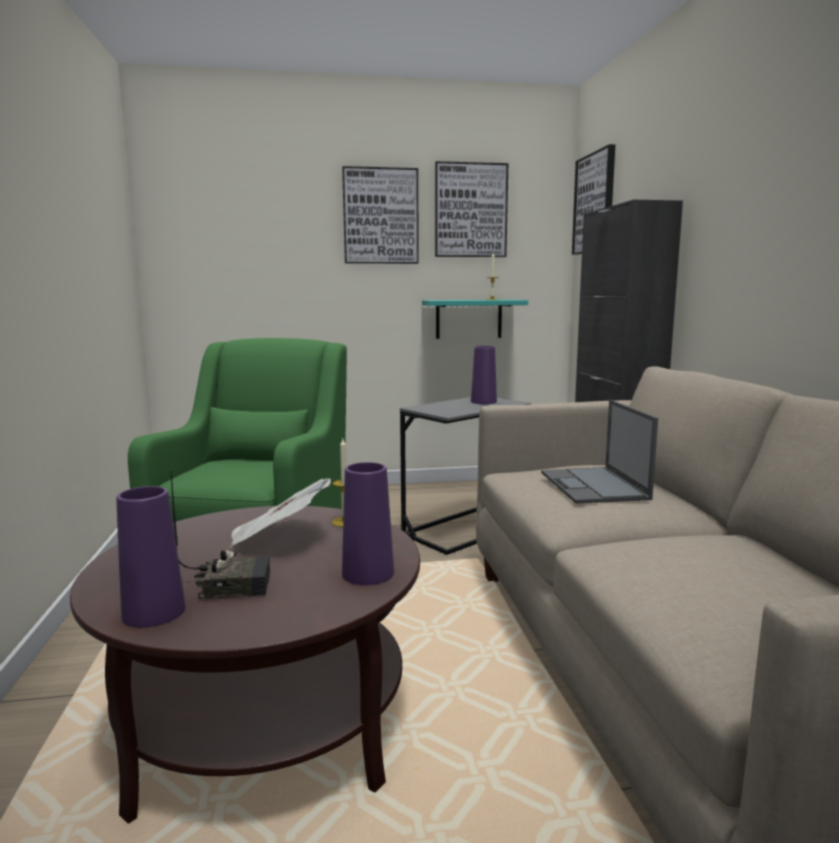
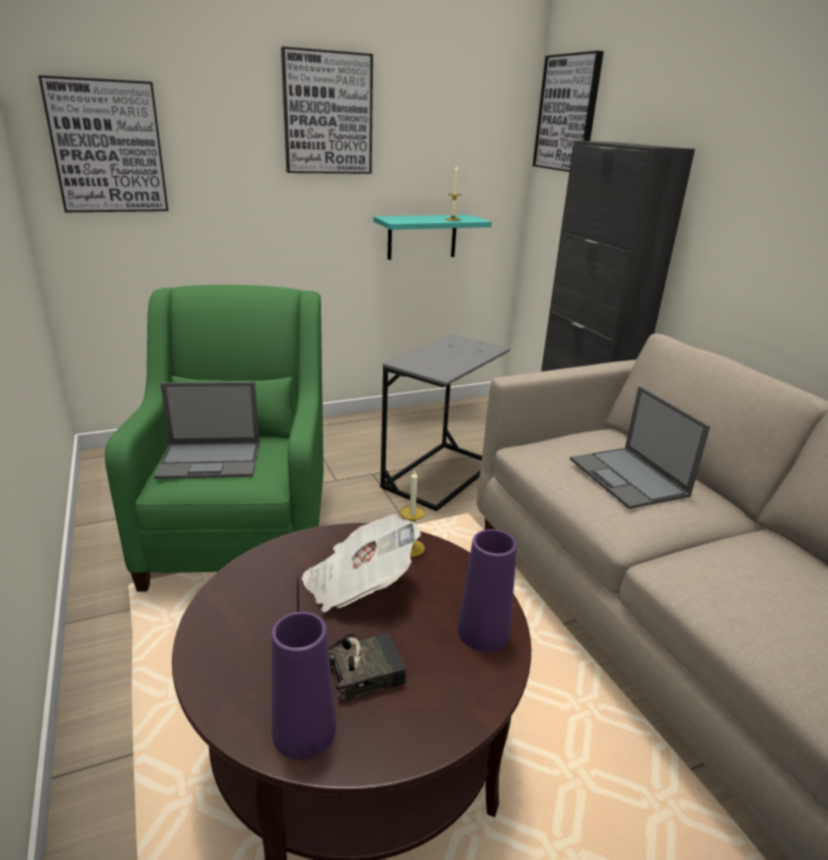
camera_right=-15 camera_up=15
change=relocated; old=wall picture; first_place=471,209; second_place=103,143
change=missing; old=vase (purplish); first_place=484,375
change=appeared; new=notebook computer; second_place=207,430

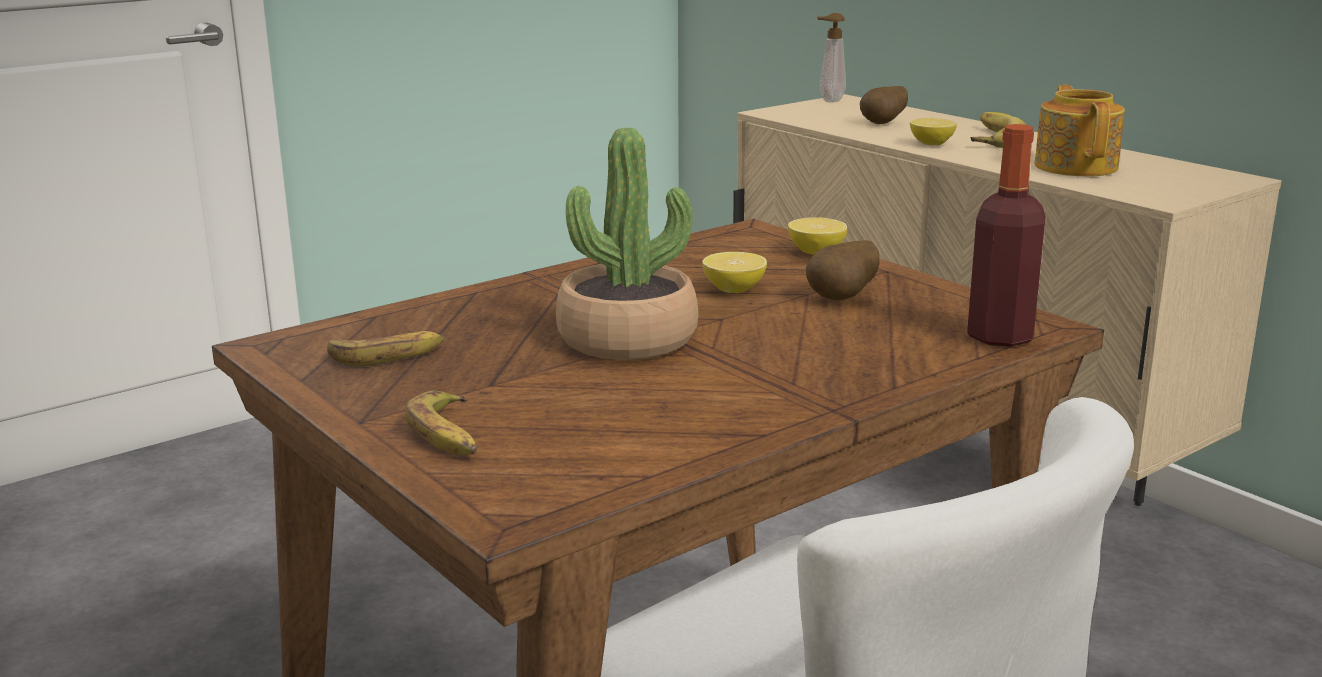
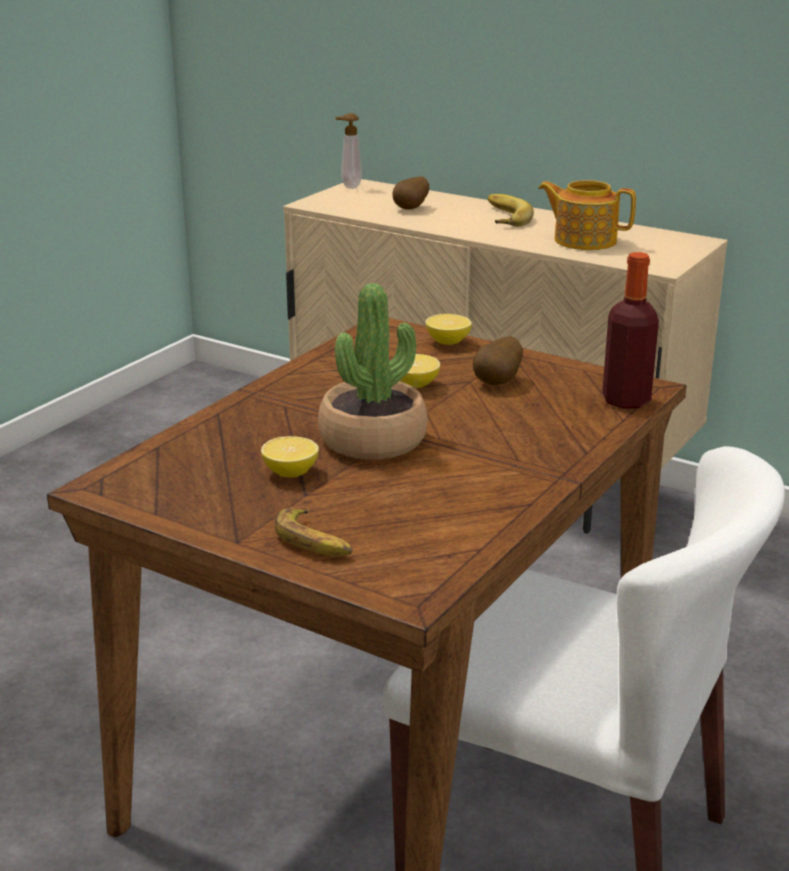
camera_right=-20 camera_up=5
change=missing; old=whole banana; first_place=385,349
change=relocated; old=lemon; first_place=933,131; second_place=290,456
change=spun; old=pot for tea; first_place=1079,130; second_place=587,215; degrees=-45

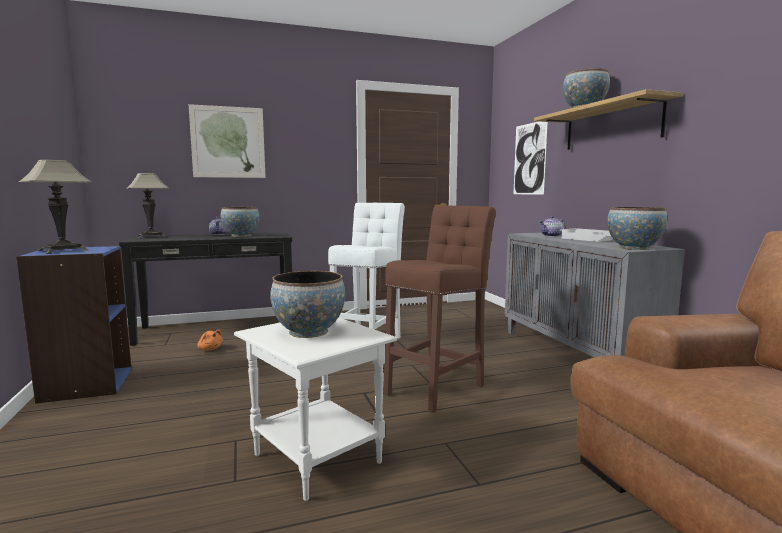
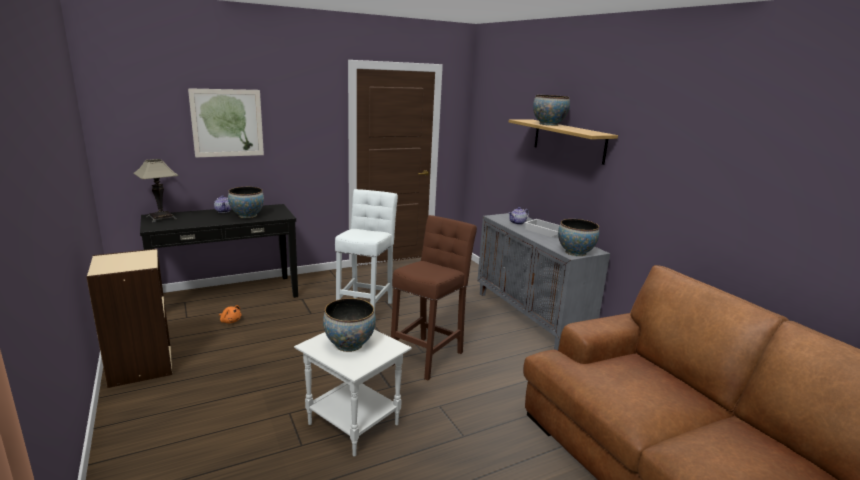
camera_right=-10 camera_up=10
change=colour; old=shelving unit (blue-coloured); new=shelving unit (beige); first_place=74,325; second_place=129,318
change=missing; old=tabletop lamp; first_place=55,206
change=missing; old=wall picture; first_place=530,158

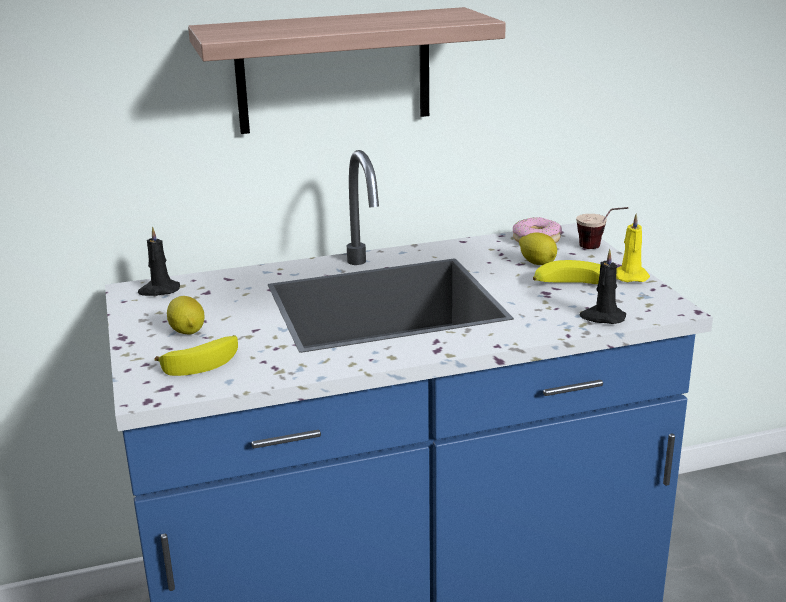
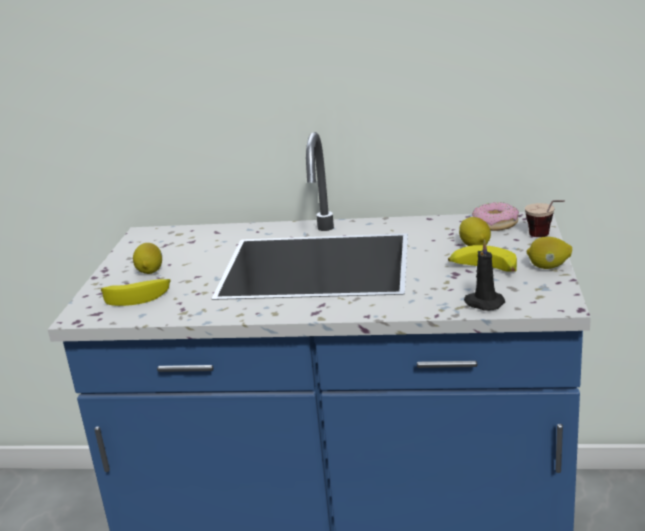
camera_right=25 camera_up=0
change=missing; old=candle (blackish); first_place=159,261
change=missing; old=wall shelf; first_place=347,70
change=exchanged; old=candle (yellowish); new=lemon; first_place=633,247; second_place=549,253

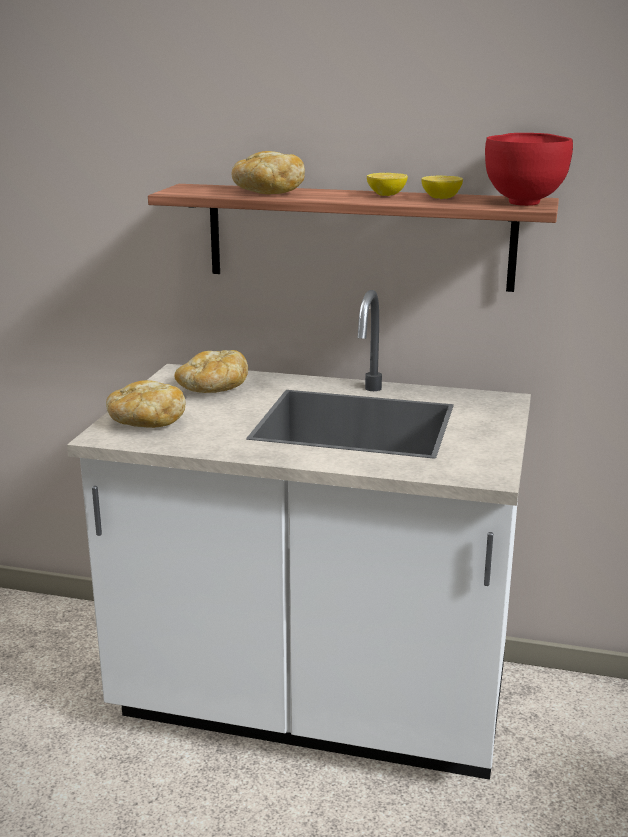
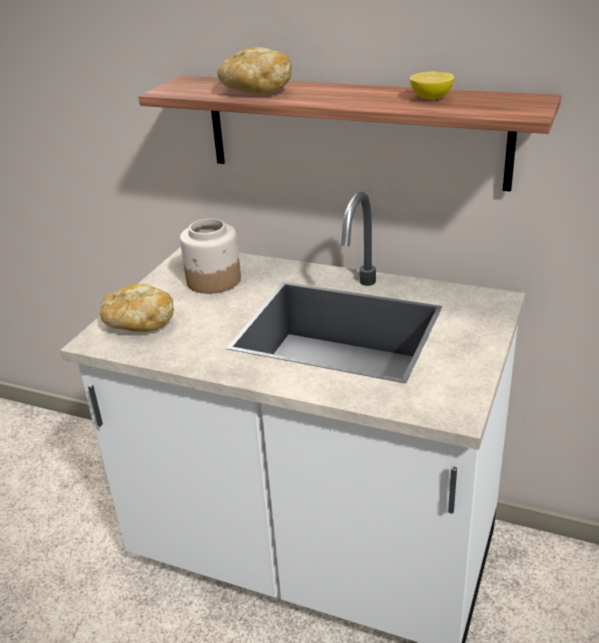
camera_right=10 camera_up=10
change=exchanged; old=baked bread; new=storage jar; first_place=211,371; second_place=210,256
change=missing; old=lemon; first_place=387,184
change=missing; old=serving bowl (reddish); first_place=529,169

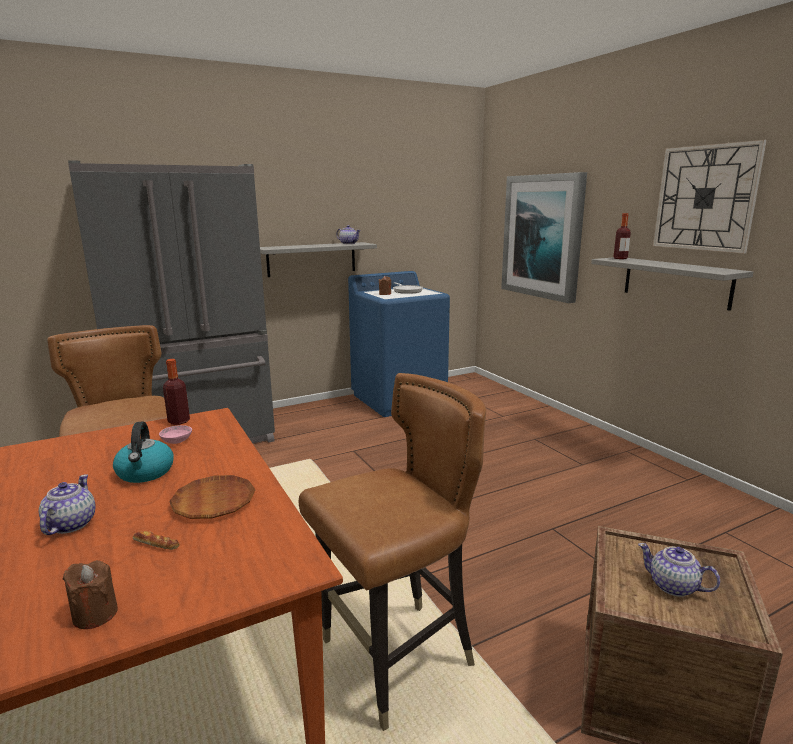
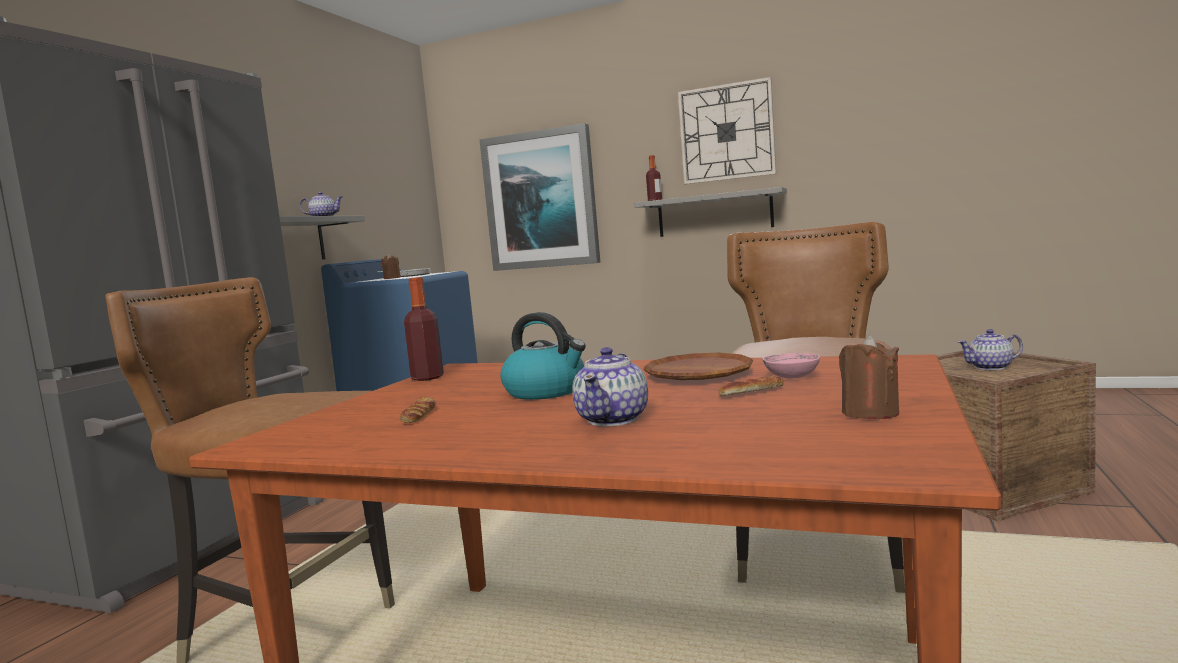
camera_right=-40 camera_up=-10
change=spun; old=pot for tea; first_place=67,504; second_place=610,386; degrees=-120
change=relocated; old=serving bowl (pink-coloured); first_place=175,434; second_place=791,365
change=appeared; new=baked bread; second_place=418,410

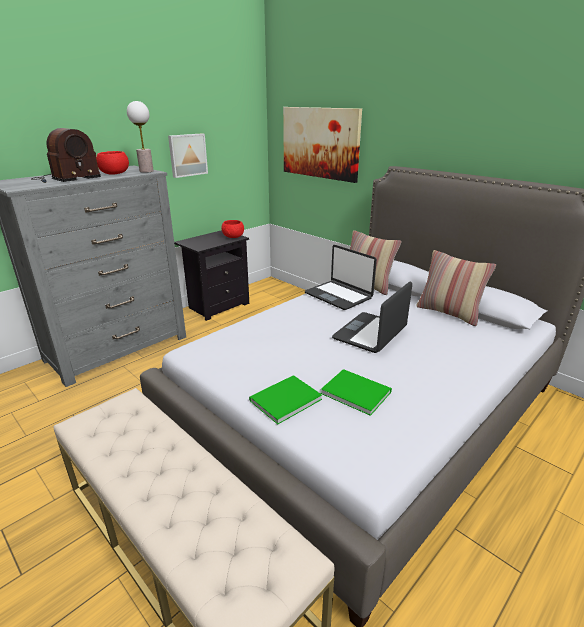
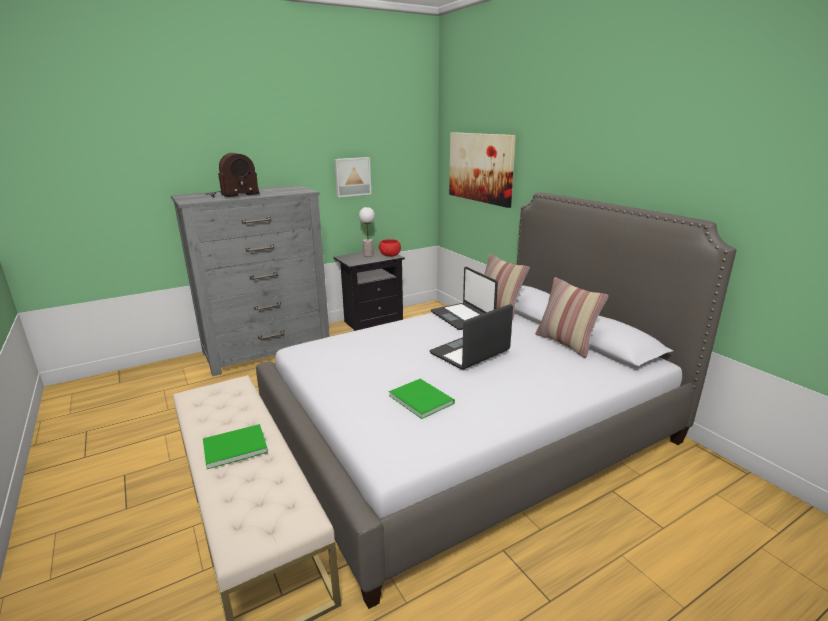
camera_right=15 camera_up=-5
change=missing; old=serving bowl (reddish); first_place=112,162
change=relocated; old=tabletop lamp; first_place=140,137; second_place=367,232
change=relocated; old=bound book (greenish); first_place=285,400; second_place=235,446

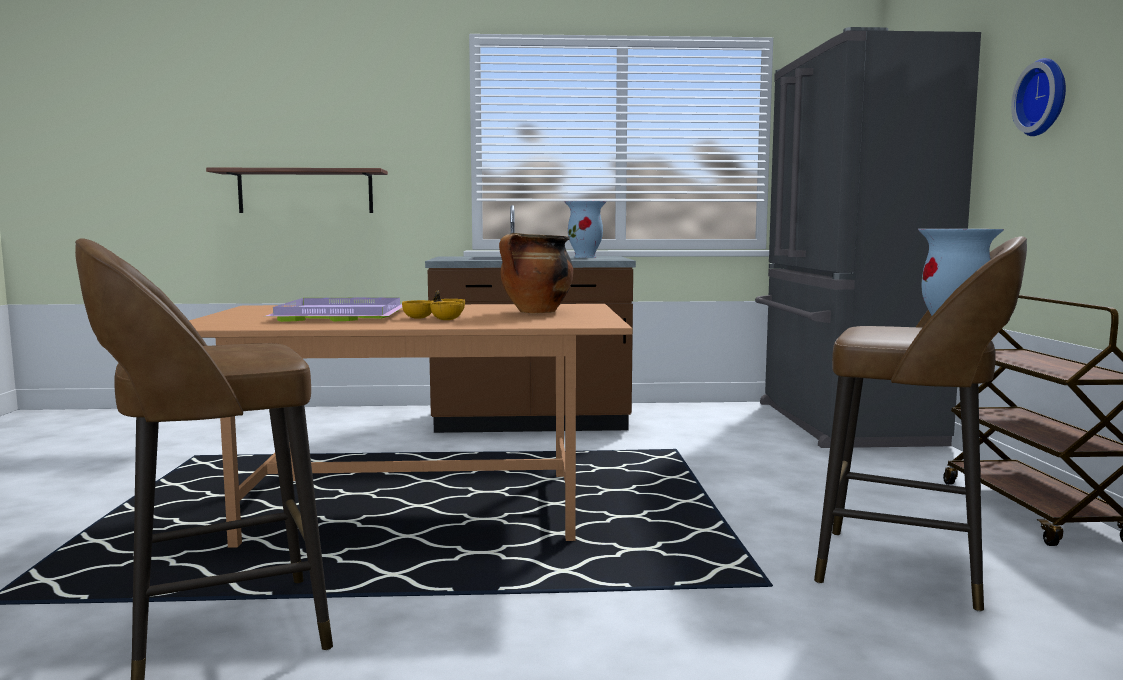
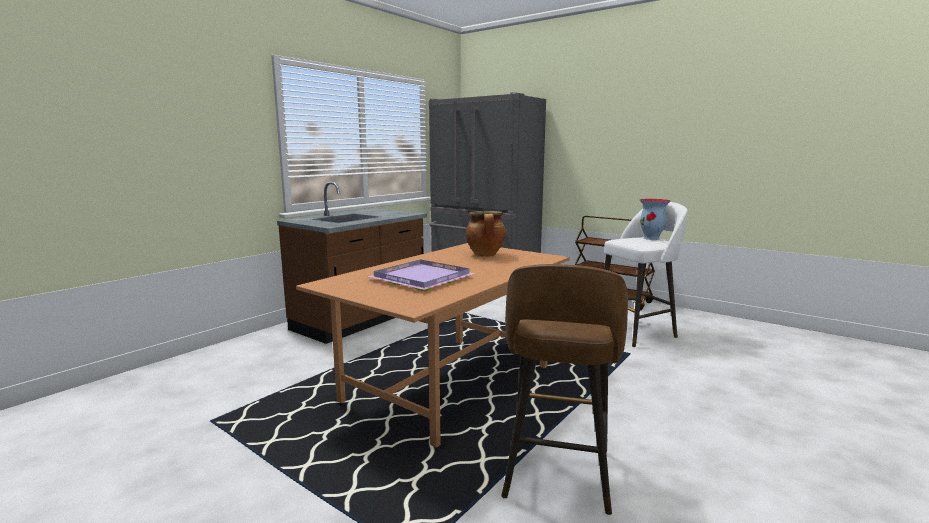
camera_right=-50 camera_up=5
change=missing; old=wall shelf; first_place=297,190
change=missing; old=serving bowl; first_place=433,305
change=missing; old=vase; first_place=585,229
change=colour; old=sitting stool (brown-coloured); new=sitting stool (white-coloured); first_place=920,424; second_place=646,274
change=missing; old=clock on the wall; first_place=1038,97

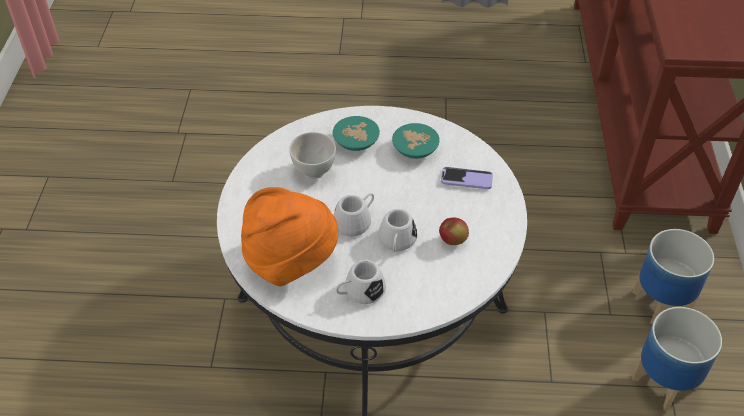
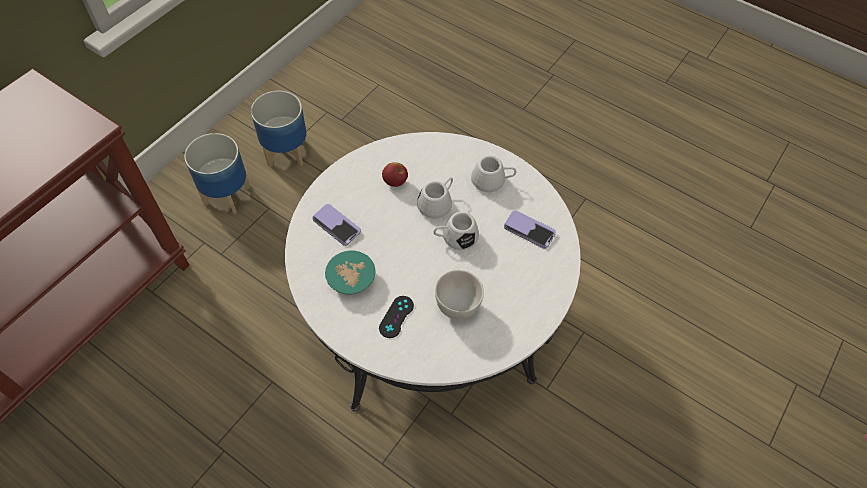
camera_right=-150 camera_up=10
change=exchanged; old=wearable hat (orange); new=handset; first_place=289,236; second_place=530,229
change=exchanged; old=serving bowl (blue-green); new=joypad (blackish); first_place=356,133; second_place=396,317

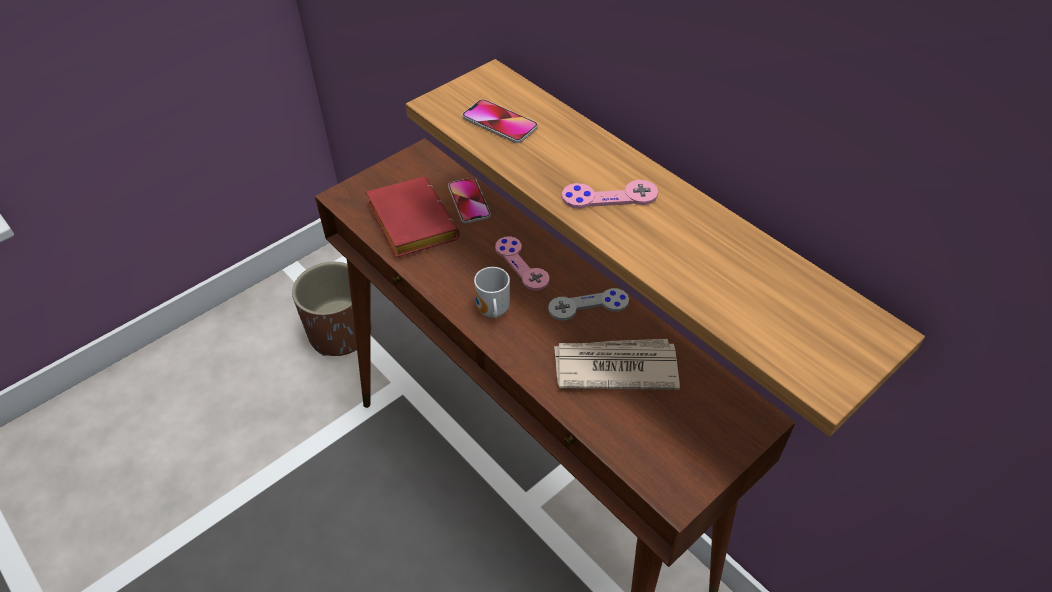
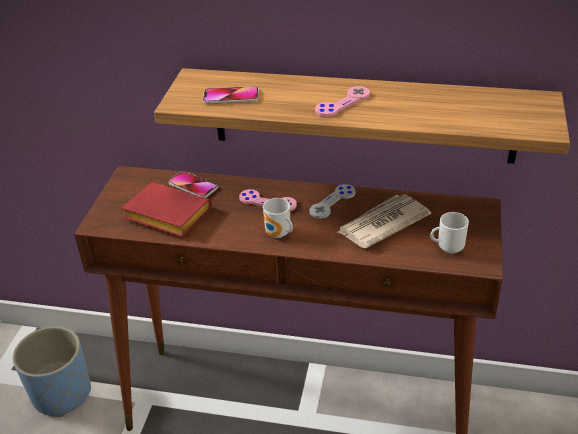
camera_right=-35 camera_up=-10
change=colour; old=planter (brown-coloured); new=planter (blue-coloured); first_place=331,309; second_place=52,371
change=appeared; new=mug; second_place=449,233

